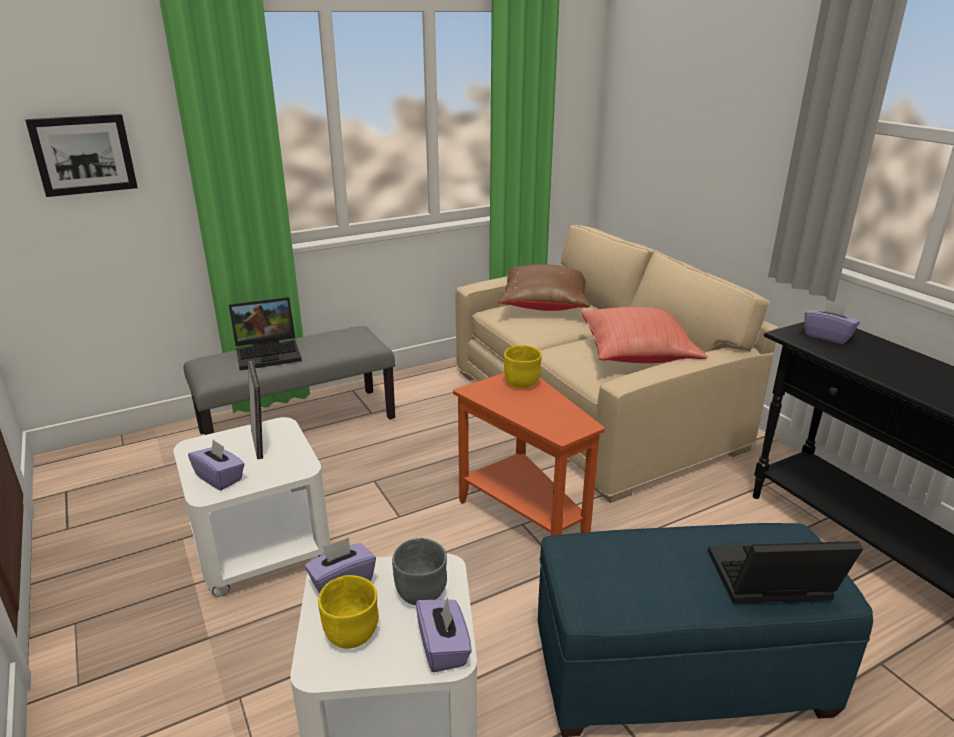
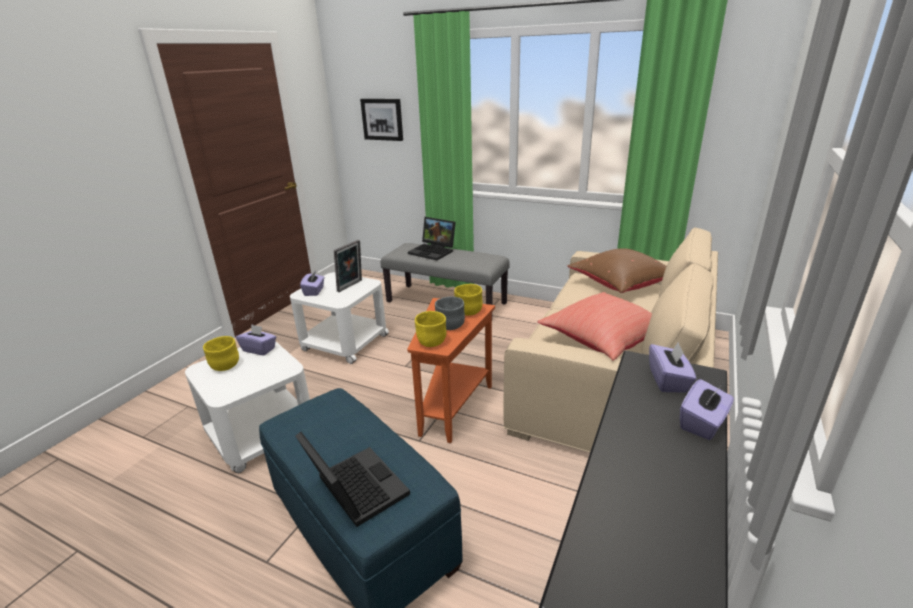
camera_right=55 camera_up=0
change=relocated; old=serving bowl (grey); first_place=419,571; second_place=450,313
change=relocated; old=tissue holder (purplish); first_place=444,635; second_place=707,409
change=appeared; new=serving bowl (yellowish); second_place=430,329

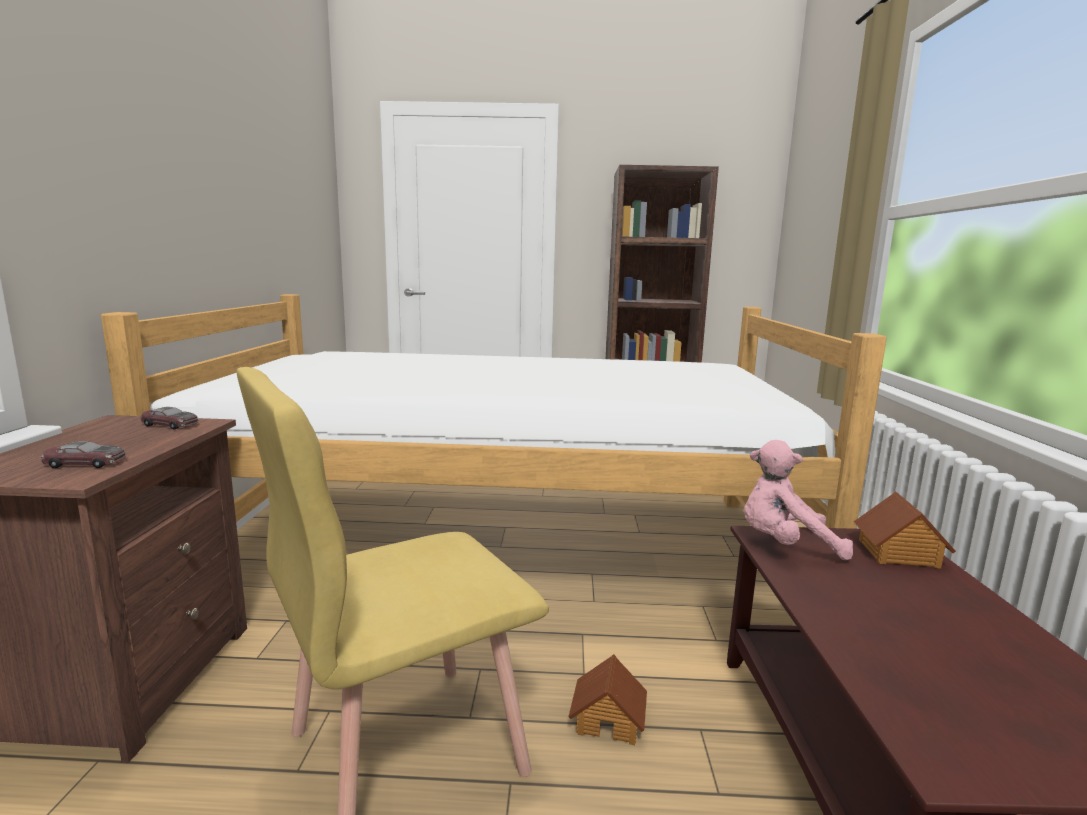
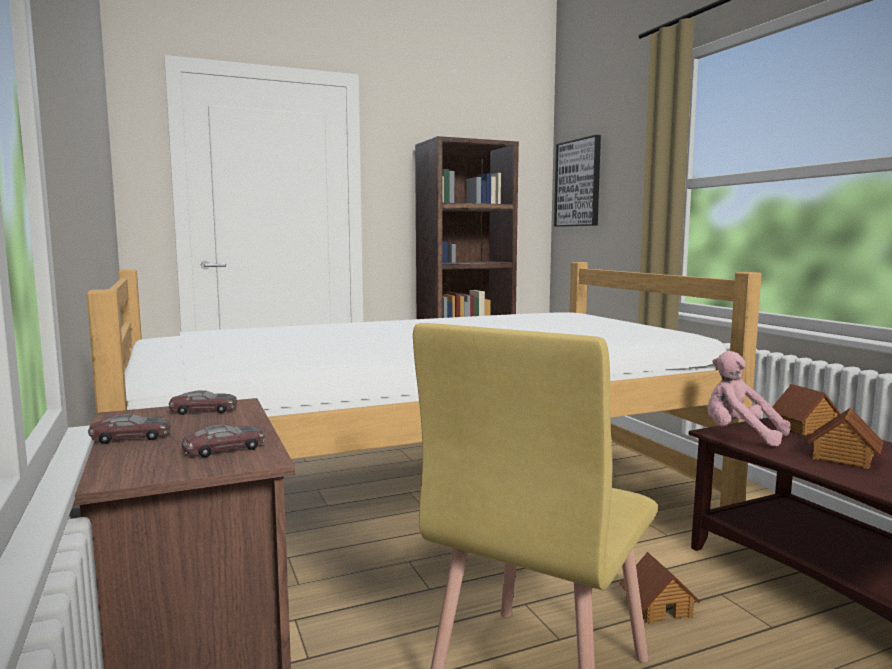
camera_right=-25 camera_up=-5
change=spun; old=soft toy (pink-coloured); first_place=798,500; second_place=749,399; degrees=60
change=appeared; new=model car; second_place=129,429
change=appeared; new=wall picture; second_place=577,181
change=appeared; new=miniature house; second_place=845,438

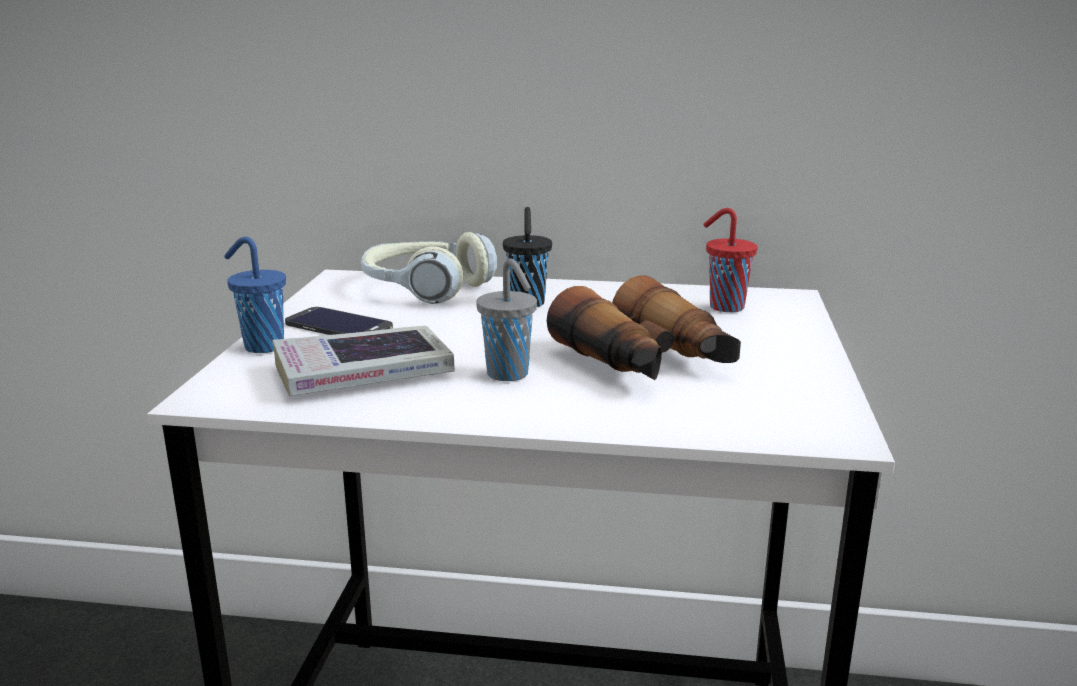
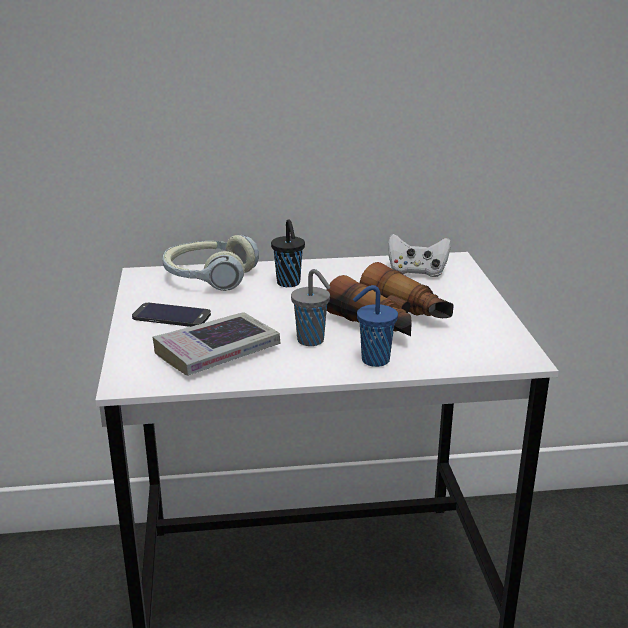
camera_right=-15 camera_up=5
change=relocated; old=small cup (blue-coloured); first_place=255,295; second_place=375,326
change=exchanged; old=small cup (reddish); new=joypad (white-coloured); first_place=730,260; second_place=419,255

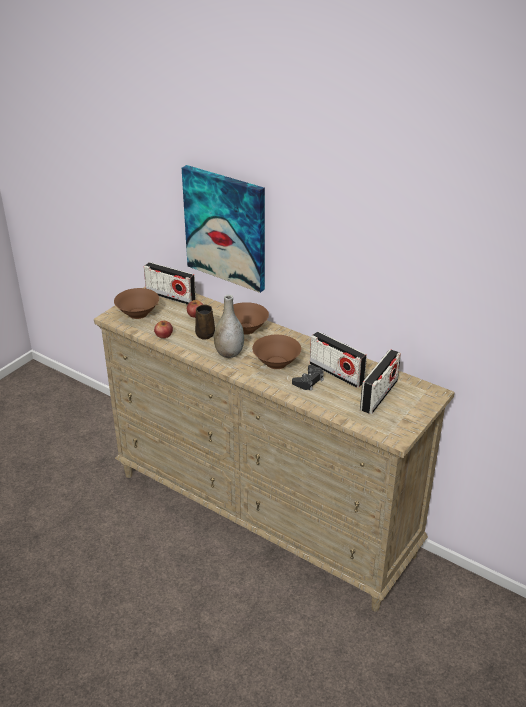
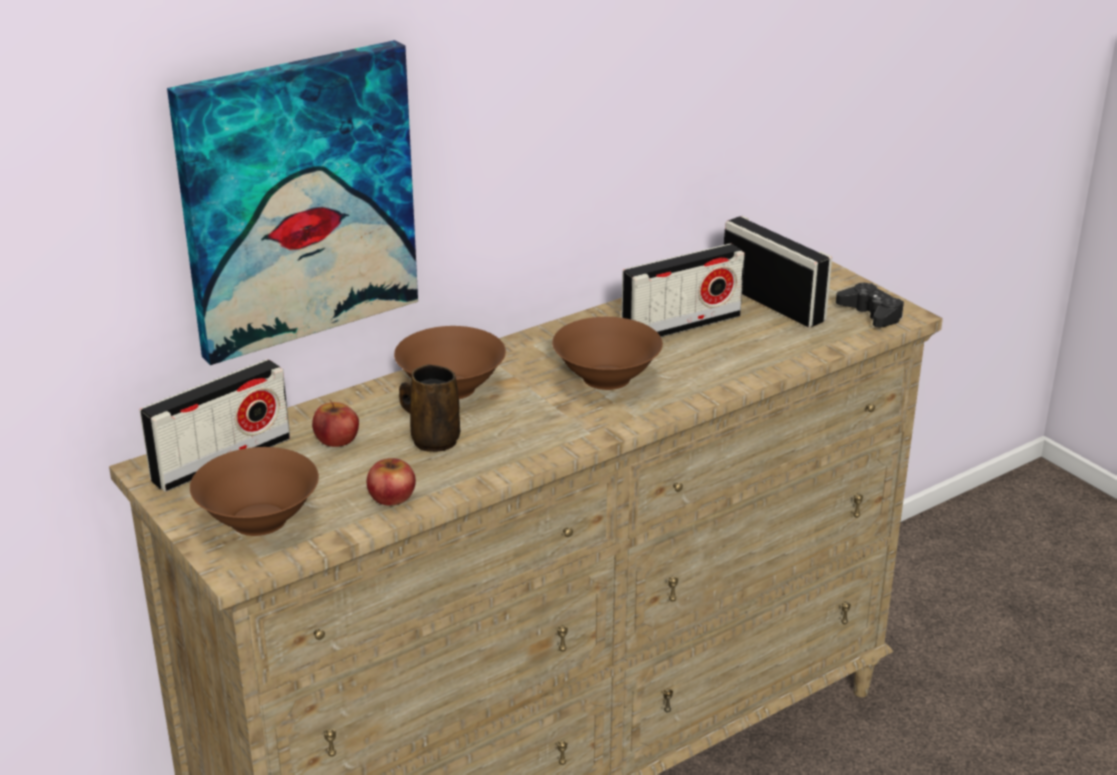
camera_right=-70 camera_up=-5
change=missing; old=vase (grey); first_place=229,326
change=relocated; old=joypad (blackish); first_place=308,378; second_place=870,305

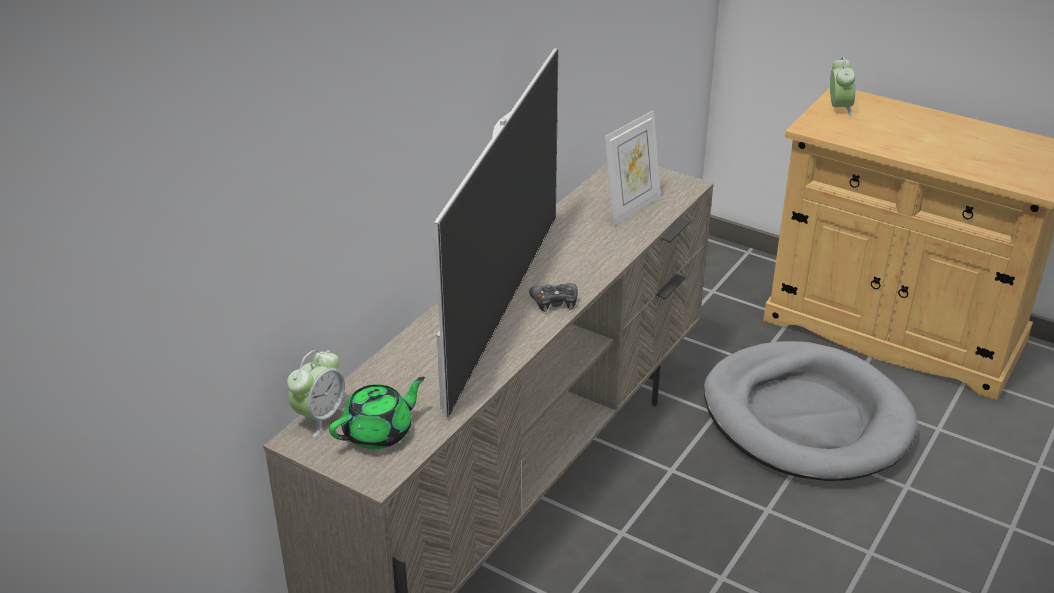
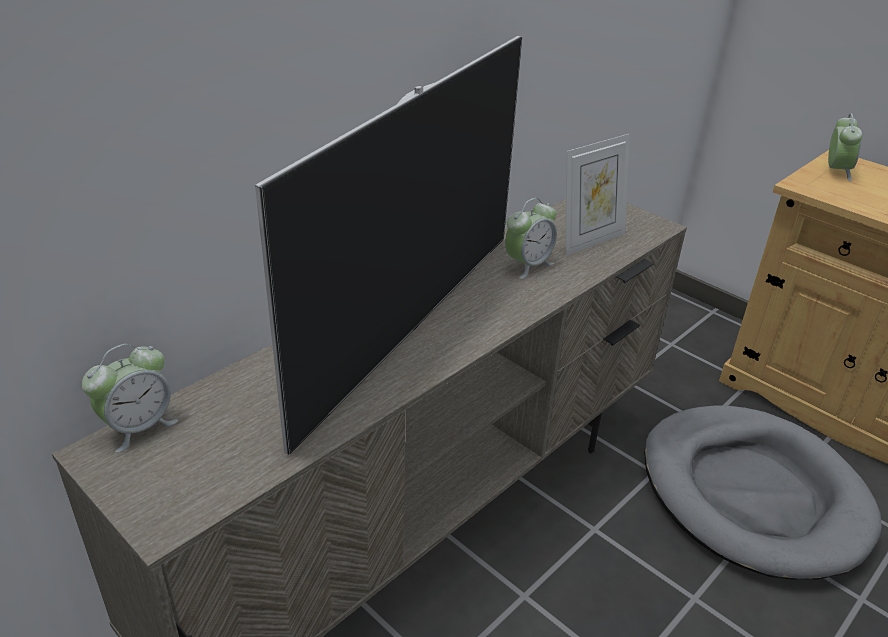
camera_right=10 camera_up=0
change=missing; old=pot for tea (greenish); first_place=377,413
change=missing; old=joypad (blackish); first_place=553,297
change=appeared; new=alarm clock; second_place=531,238

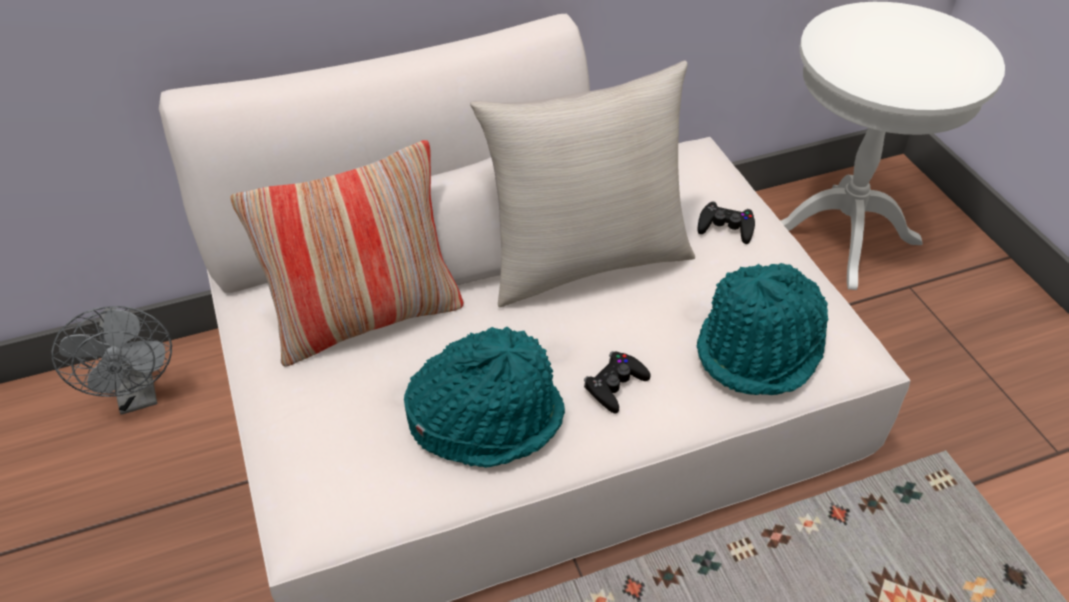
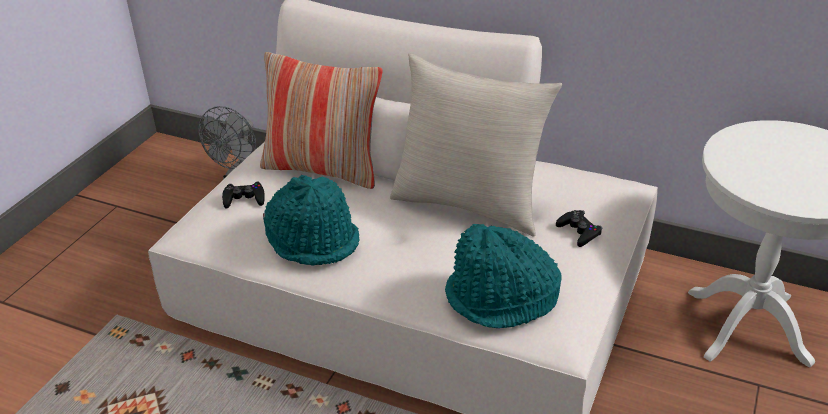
camera_right=45 camera_up=-10
change=relocated; old=joypad (blackish); first_place=617,382; second_place=243,195

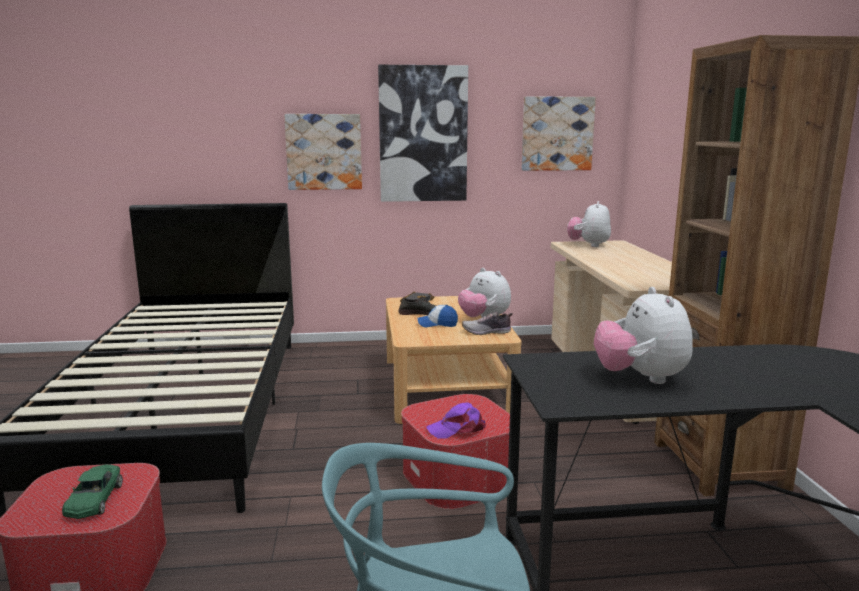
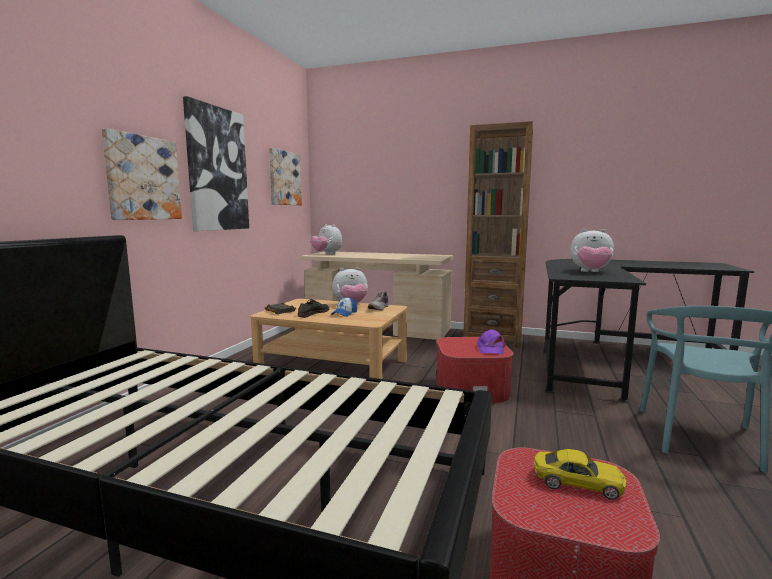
camera_right=-65 camera_up=-5
change=colour; old=model car (greenish); new=model car (yellowish); first_place=92,491; second_place=580,474

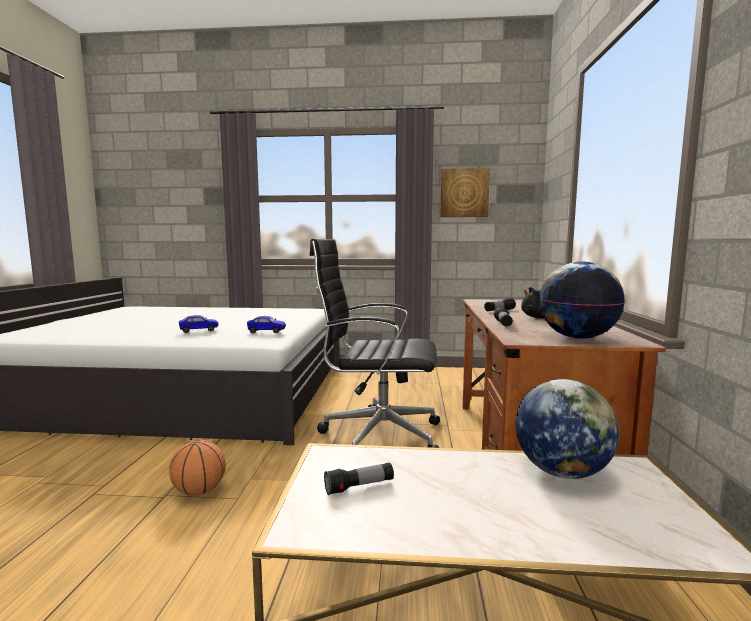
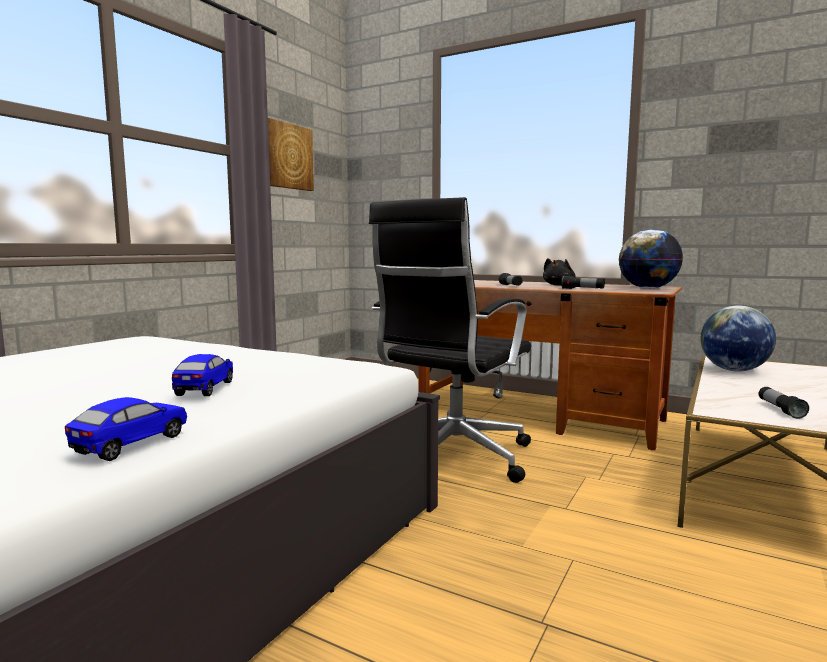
camera_right=-65 camera_up=0
change=missing; old=basketball; first_place=197,468
change=relocated; old=model car; first_place=266,324; second_place=126,429

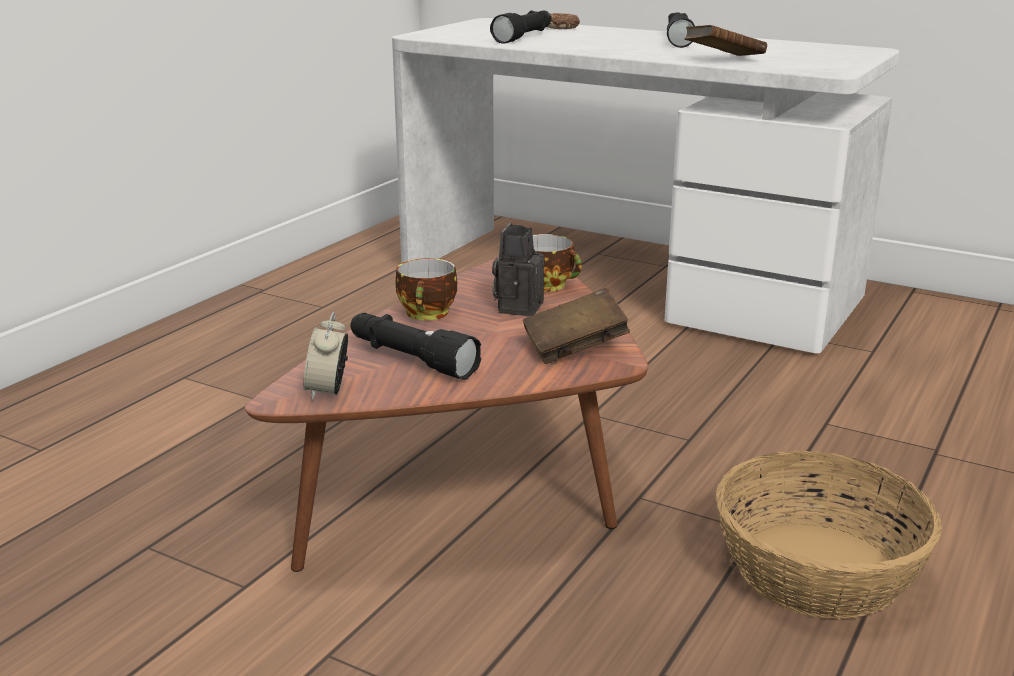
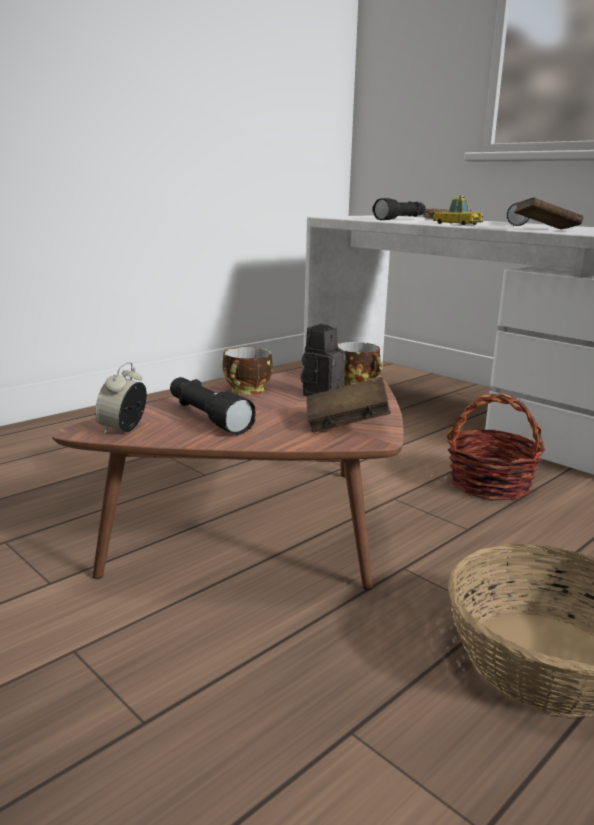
camera_right=15 camera_up=-5
change=appeared; new=model car; second_place=458,210
change=appeared; new=basket; second_place=495,446

